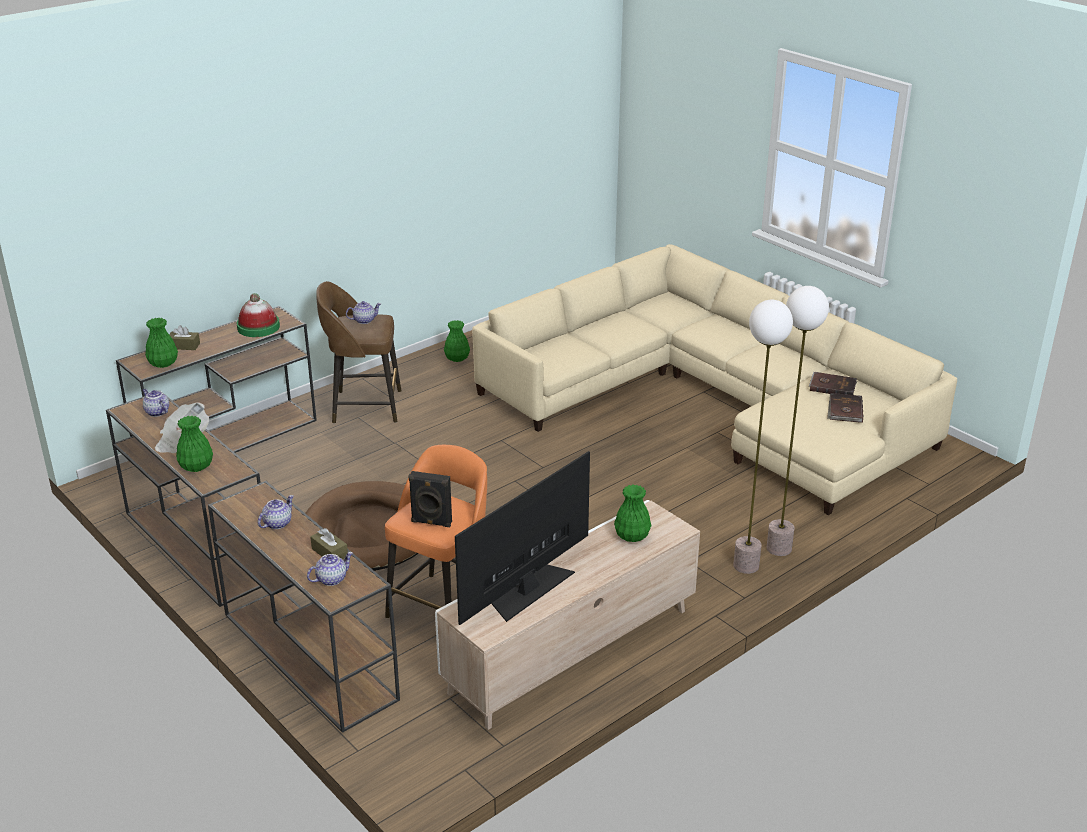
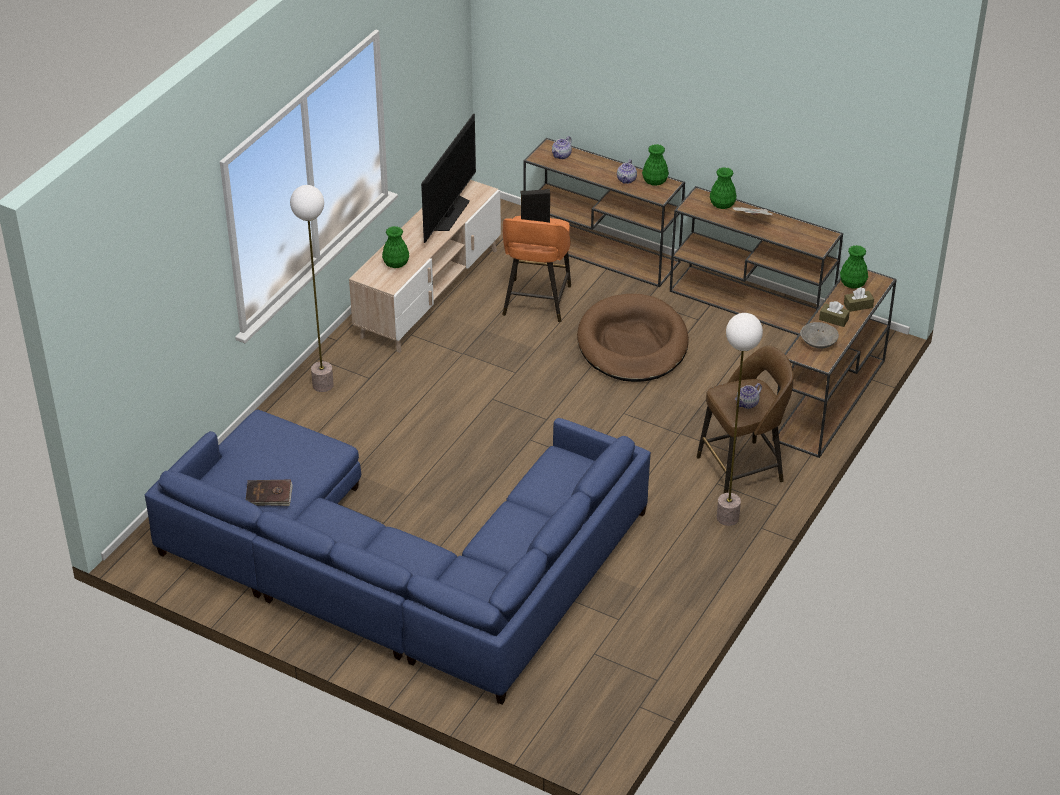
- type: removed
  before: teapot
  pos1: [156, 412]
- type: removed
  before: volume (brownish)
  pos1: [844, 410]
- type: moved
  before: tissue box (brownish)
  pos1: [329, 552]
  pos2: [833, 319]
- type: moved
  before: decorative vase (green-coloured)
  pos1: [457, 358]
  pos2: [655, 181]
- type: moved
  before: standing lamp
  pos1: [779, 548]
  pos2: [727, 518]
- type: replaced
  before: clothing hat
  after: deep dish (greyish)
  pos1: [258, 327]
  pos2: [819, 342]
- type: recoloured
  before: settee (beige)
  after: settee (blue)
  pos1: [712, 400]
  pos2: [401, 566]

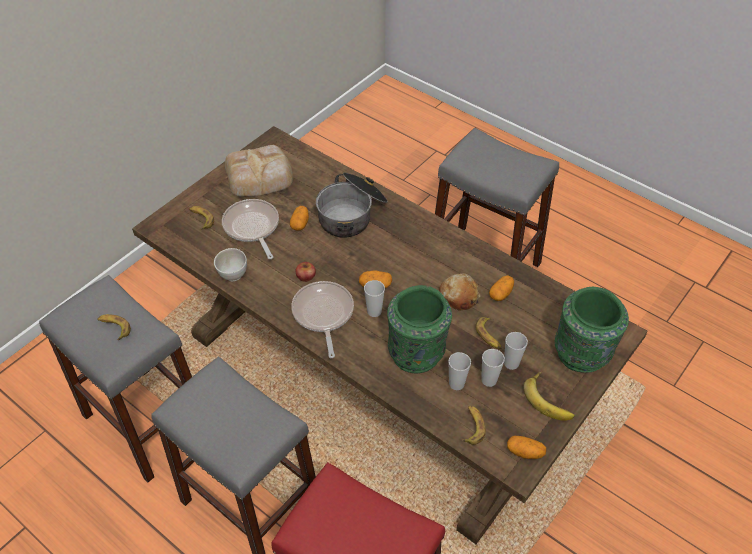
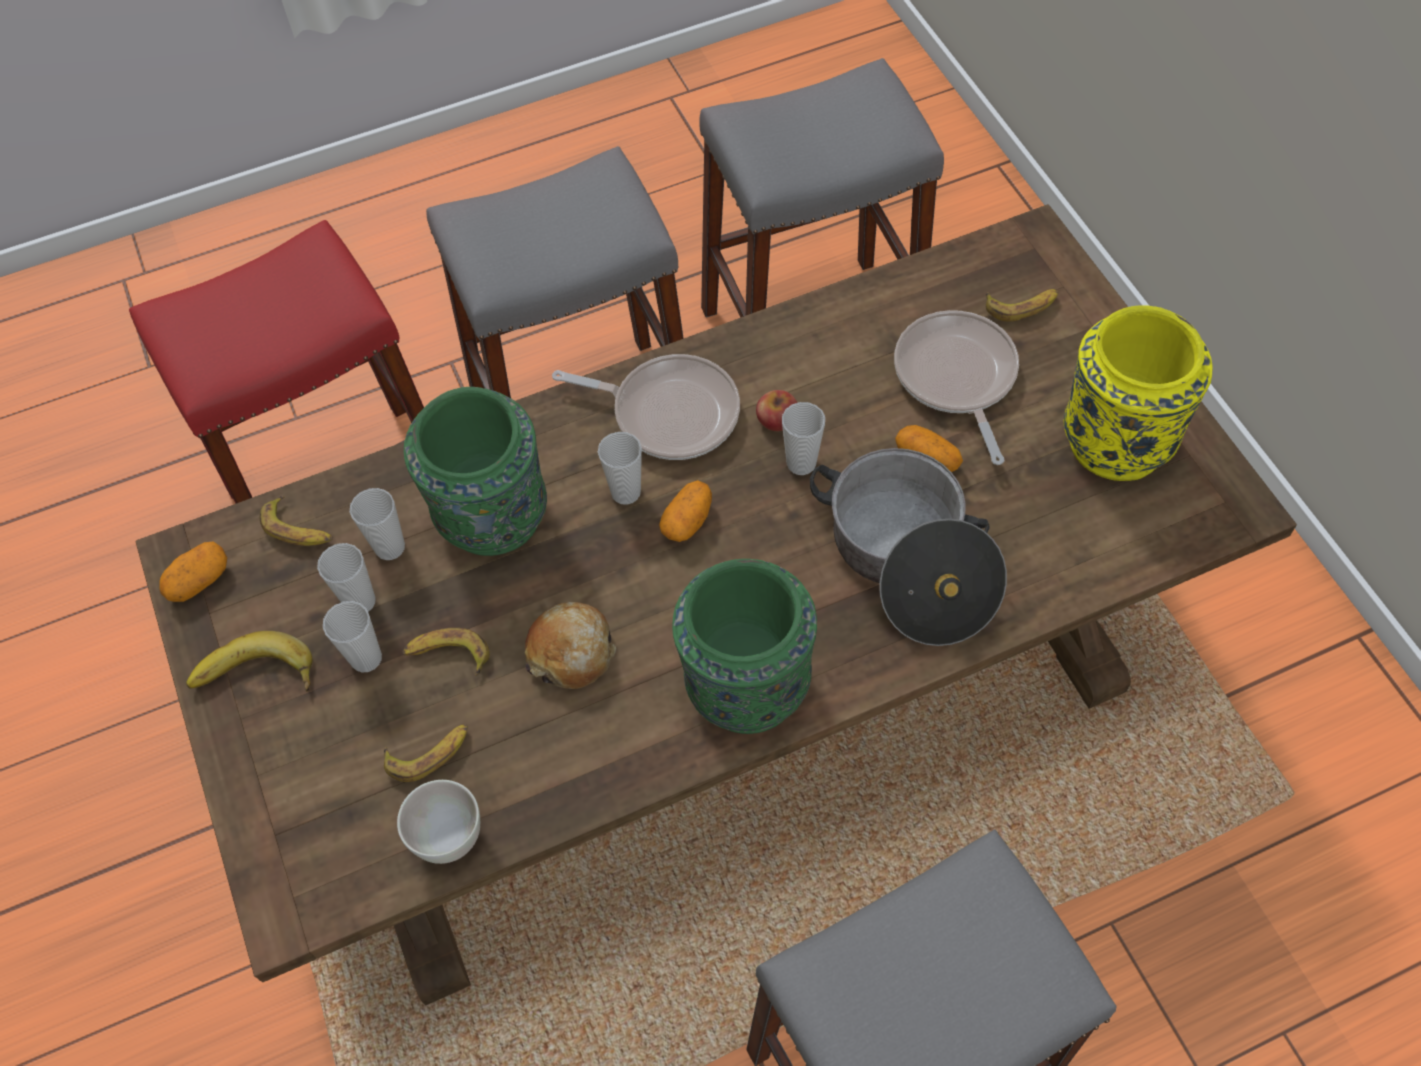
- type: removed
  before: spud
  pos1: [501, 293]
- type: added
  after: drinking cup
  pos2: [801, 463]
- type: moved
  before: banana
  pos1: [114, 328]
  pos2: [429, 753]
- type: moved
  before: deep dish (whitish)
  pos1: [233, 275]
  pos2: [448, 836]
- type: moved
  before: decorative vase (green-coloured)
  pos1: [582, 354]
  pos2: [745, 685]
- type: replaced
  before: bakery bread
  after: decorative vase (yellow)
  pos1: [260, 176]
  pos2: [1114, 440]
- type: turned
  before: skillet
  pos1: [252, 227]
  pos2: [956, 378]
  turn: -105

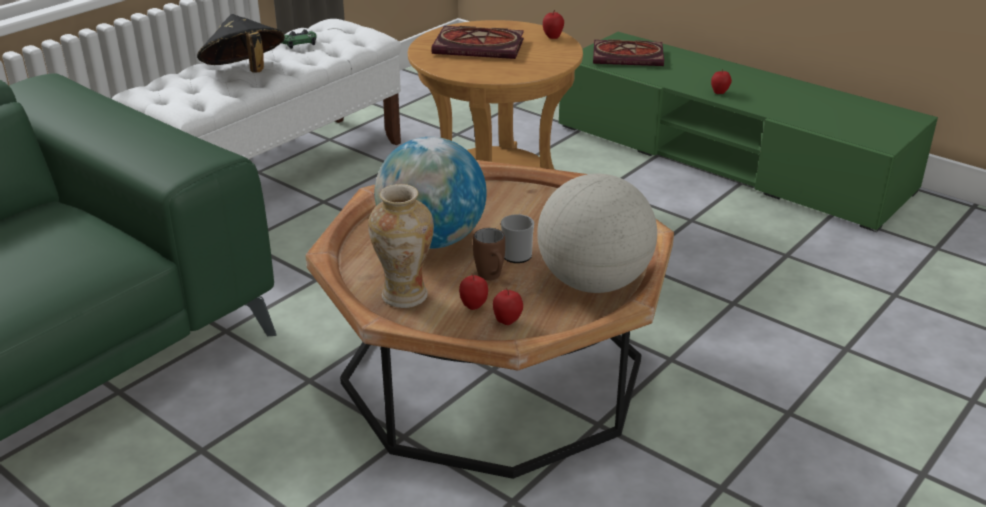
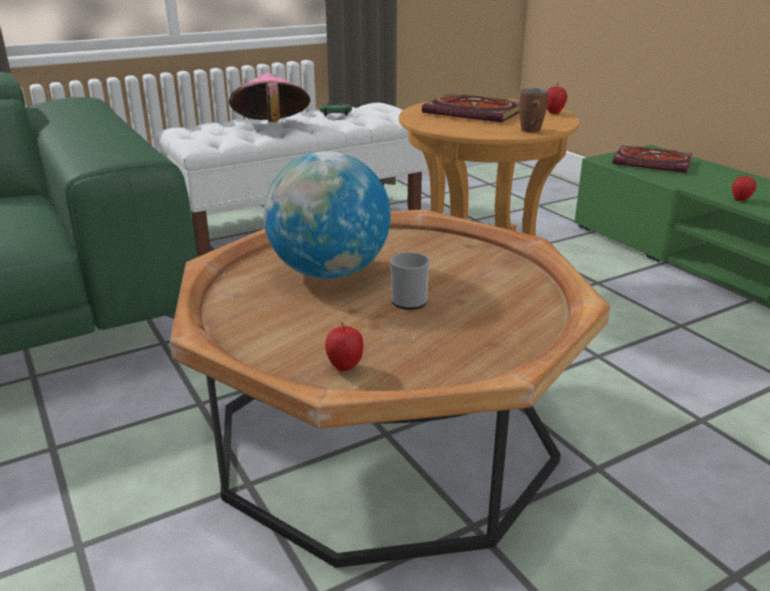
- type: removed
  before: decorative vase
  pos1: [404, 296]
- type: removed
  before: apple
  pos1: [473, 307]
- type: removed
  before: globe
  pos1: [594, 282]
- type: moved
  before: tea mug (brownish)
  pos1: [492, 278]
  pos2: [532, 132]
- type: recoloured
  before: clothing hat (black-coloured)
  after: clothing hat (pink-coloured)
  pos1: [244, 73]
  pos2: [271, 126]

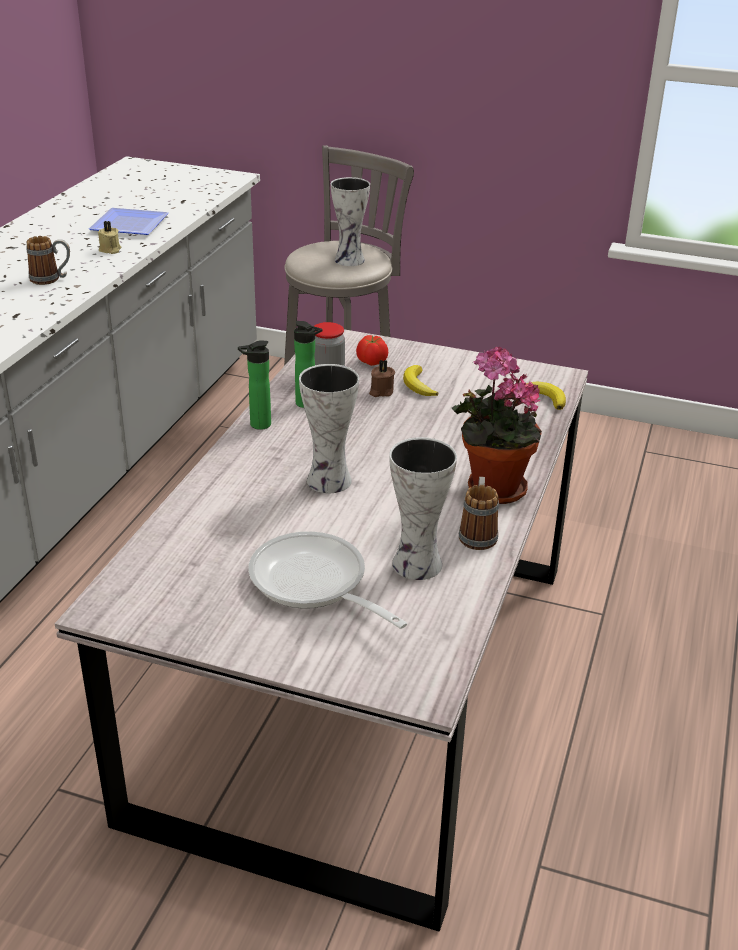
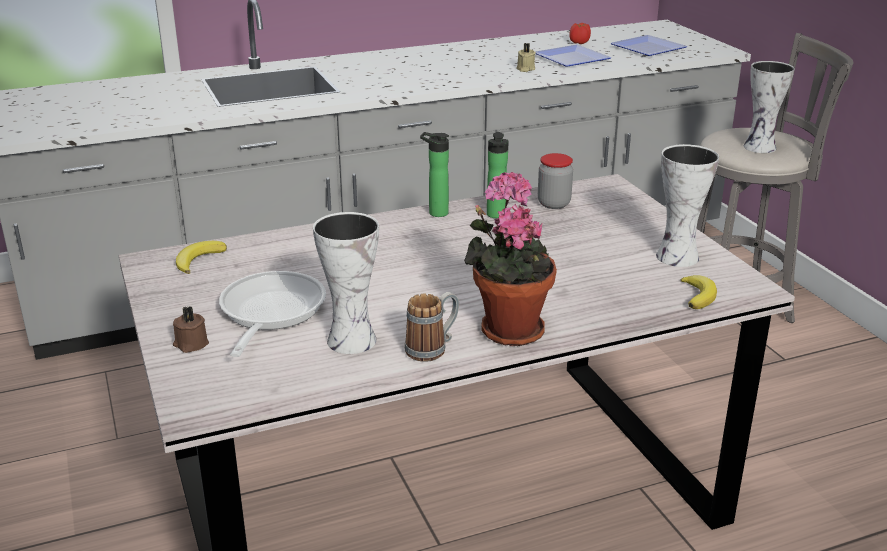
- type: removed
  before: tea mug
  pos1: [51, 279]
- type: added
  after: flat dish
  pos2: [645, 49]
- type: moved
  before: decorative vase
  pos1: [327, 481]
  pos2: [675, 256]
- type: moved
  before: fresh tomato
  pos1: [371, 362]
  pos2: [579, 42]
- type: moved
  before: candle (brownish)
  pos1: [380, 391]
  pos2: [190, 344]
- type: moved
  before: banana
  pos1: [418, 385]
  pos2: [198, 260]

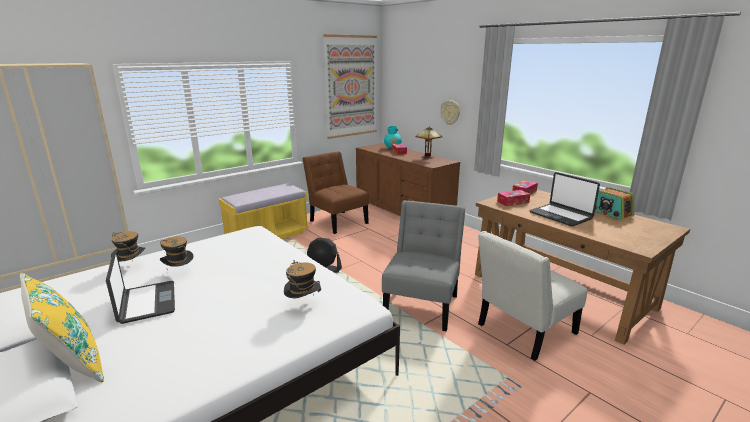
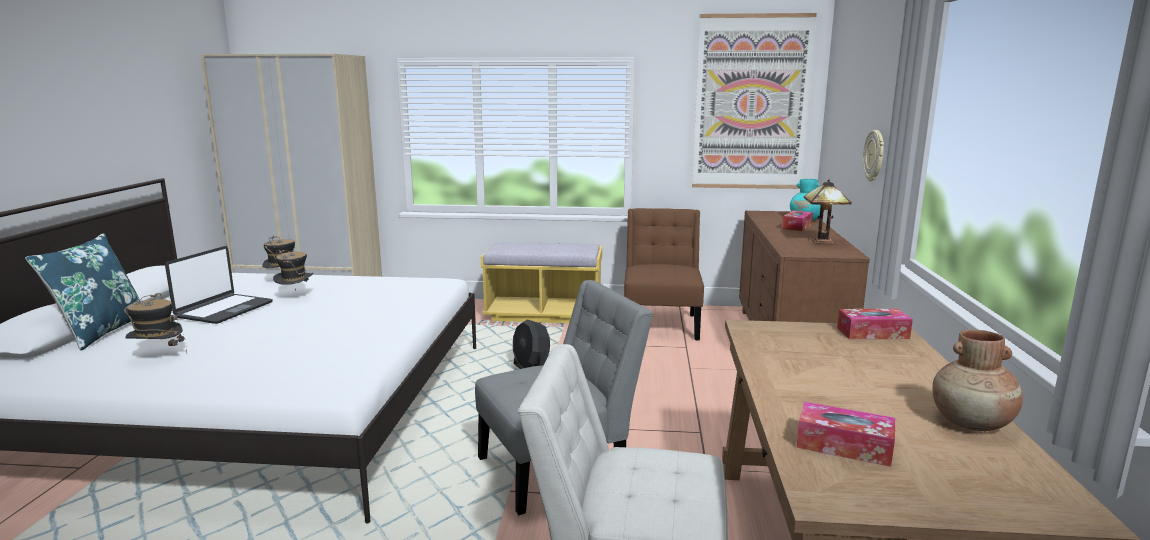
- type: removed
  before: laptop
  pos1: [561, 215]
- type: moved
  before: clothing hat
  pos1: [303, 305]
  pos2: [158, 357]
- type: moved
  before: tissue box
  pos1: [513, 202]
  pos2: [844, 446]
- type: replaced
  before: radio receiver
  after: decorative vase (brownish)
  pos1: [610, 213]
  pos2: [972, 423]
- type: recoloured
  before: cushion (yellow)
  after: cushion (blue)
  pos1: [72, 364]
  pos2: [101, 331]

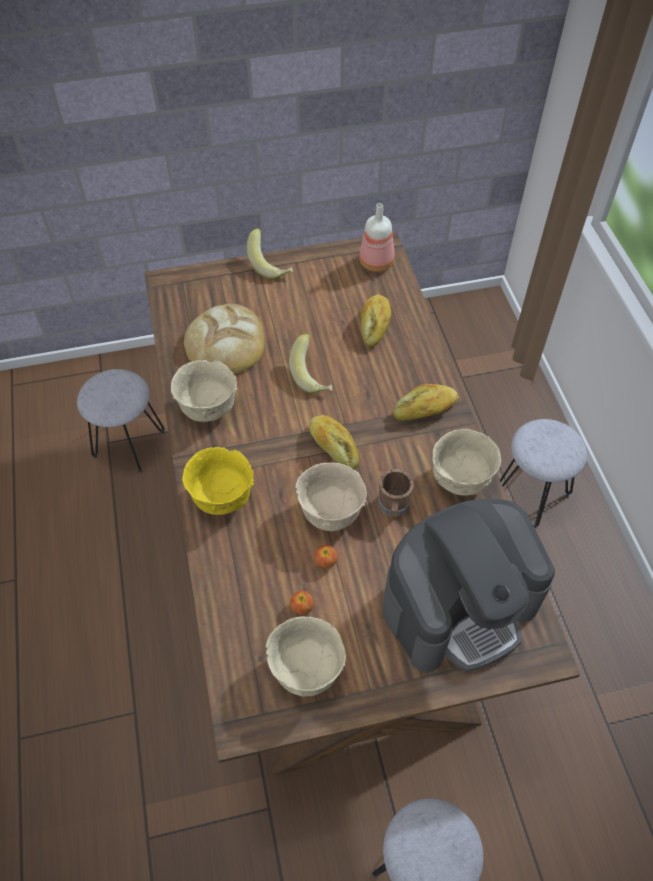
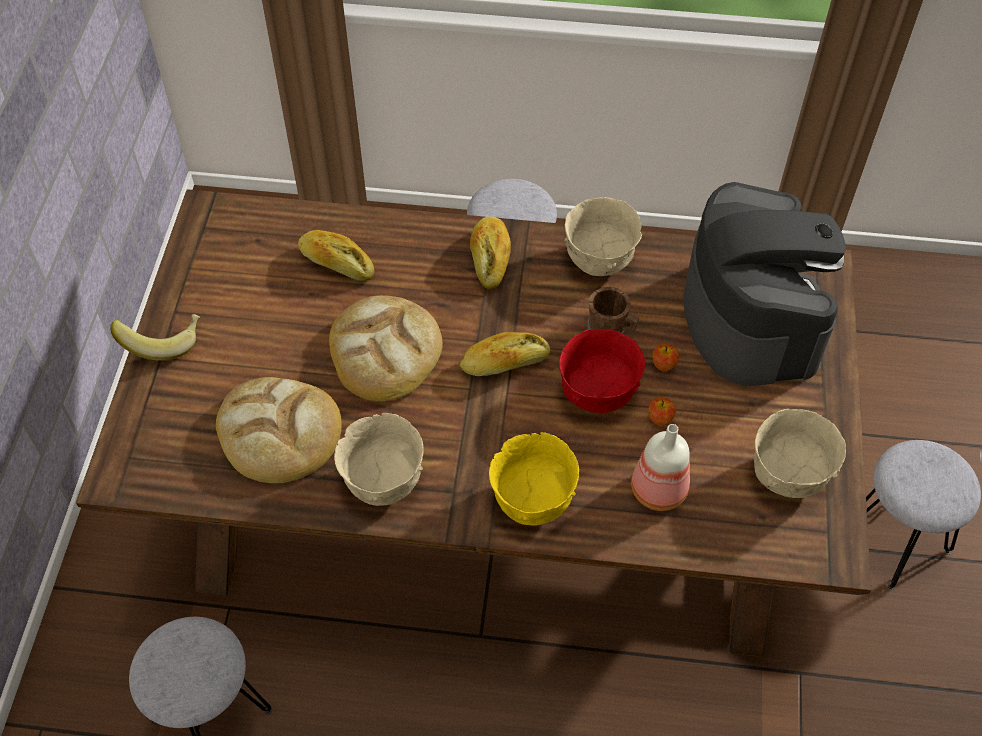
- type: moved
  before: apple
  pos1: [302, 607]
  pos2: [663, 364]
- type: moved
  before: drink bottle
  pos1: [377, 262]
  pos2: [657, 488]
- type: replaced
  before: banana
  after: bakery bread
  pos1: [313, 375]
  pos2: [385, 351]
- type: recoloured
  before: deep dish (beige)
  after: deep dish (red)
  pos1: [331, 513]
  pos2: [597, 394]

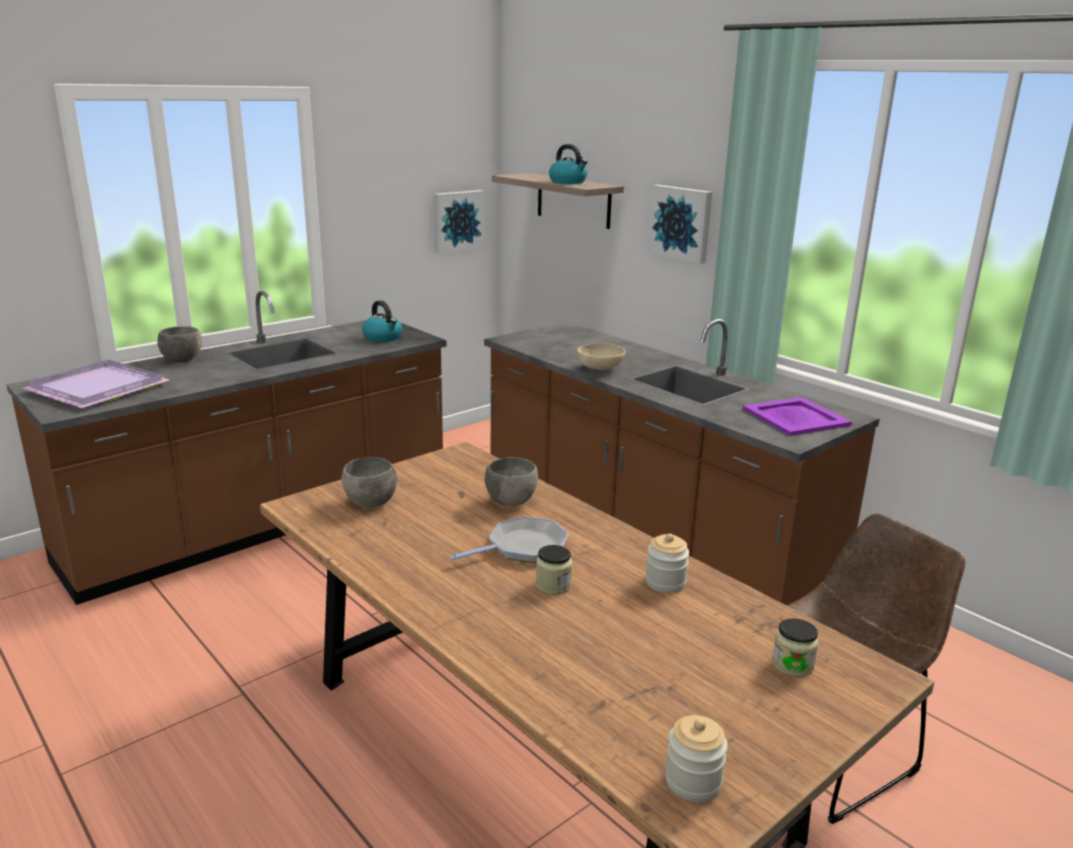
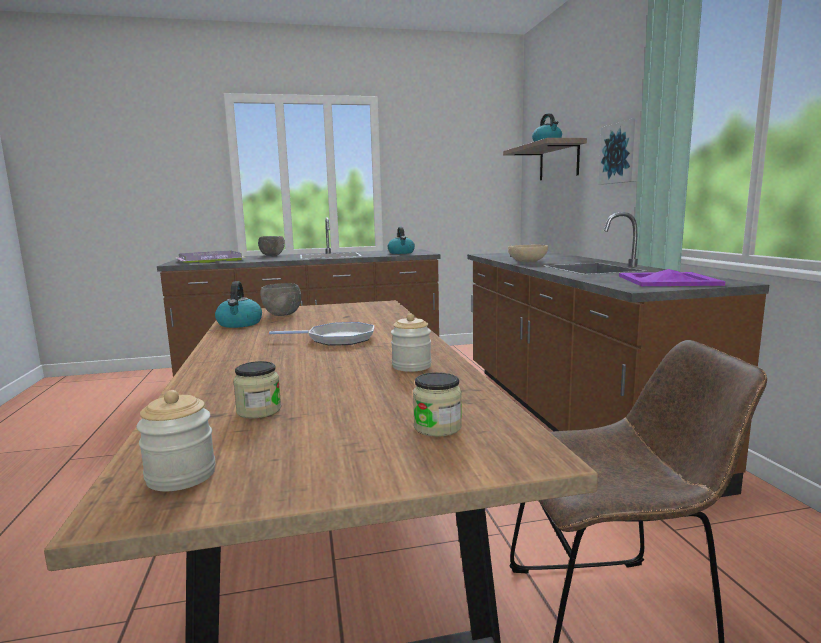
- type: removed
  before: wall art
  pos1: [457, 221]
- type: removed
  before: deep dish (greyish)
  pos1: [511, 502]
- type: added
  after: tea kettle
  pos2: [240, 324]
- type: moved
  before: preserve jar
  pos1: [553, 585]
  pos2: [259, 410]

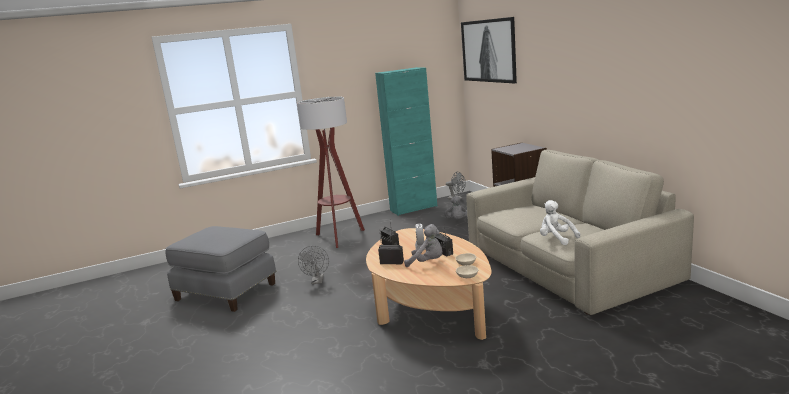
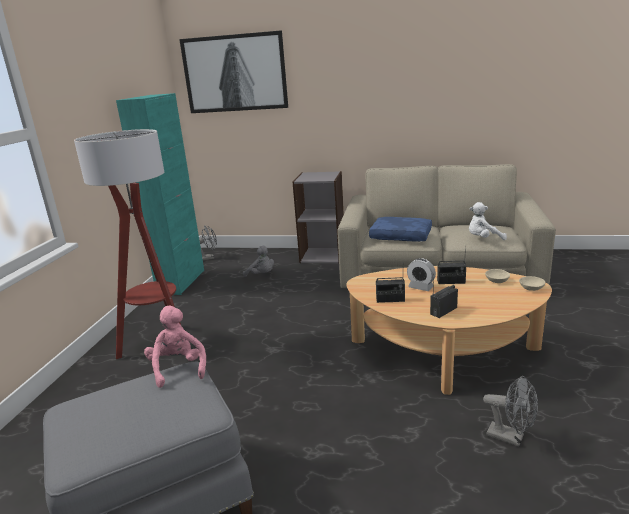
- type: removed
  before: plush toy (greyish)
  pos1: [427, 262]
- type: added
  after: plush toy (pink-coloured)
  pos2: [178, 368]
- type: added
  after: cushion (blue)
  pos2: [401, 236]
- type: moved
  before: cooling fan (greyish)
  pos1: [317, 281]
  pos2: [511, 437]

